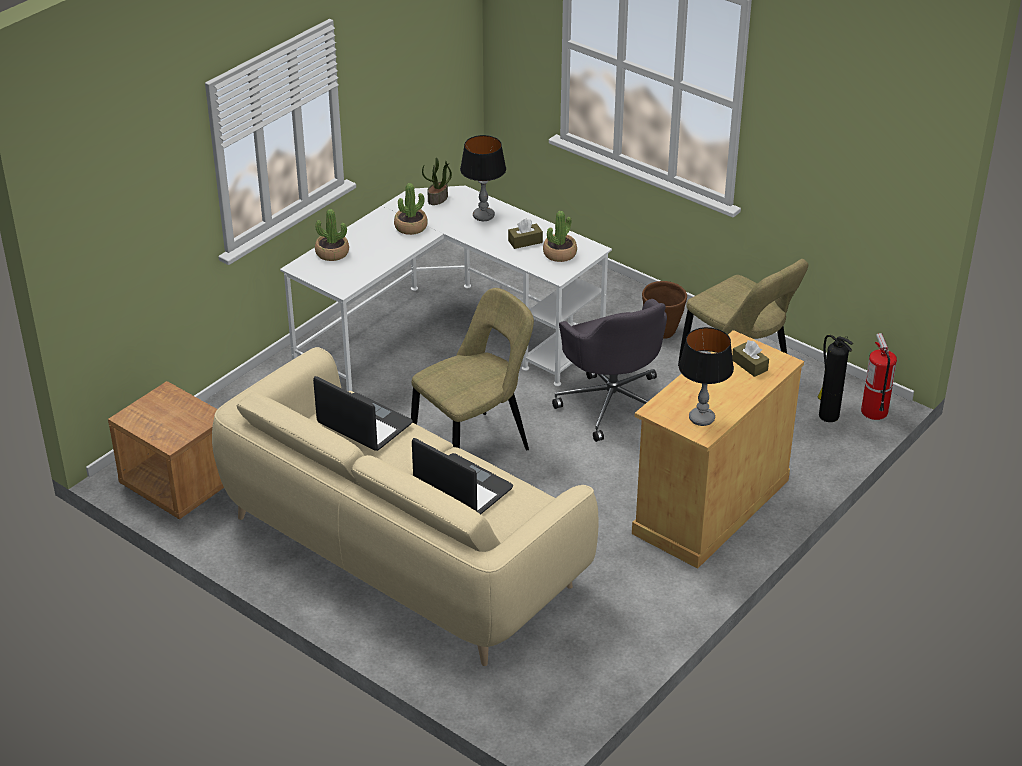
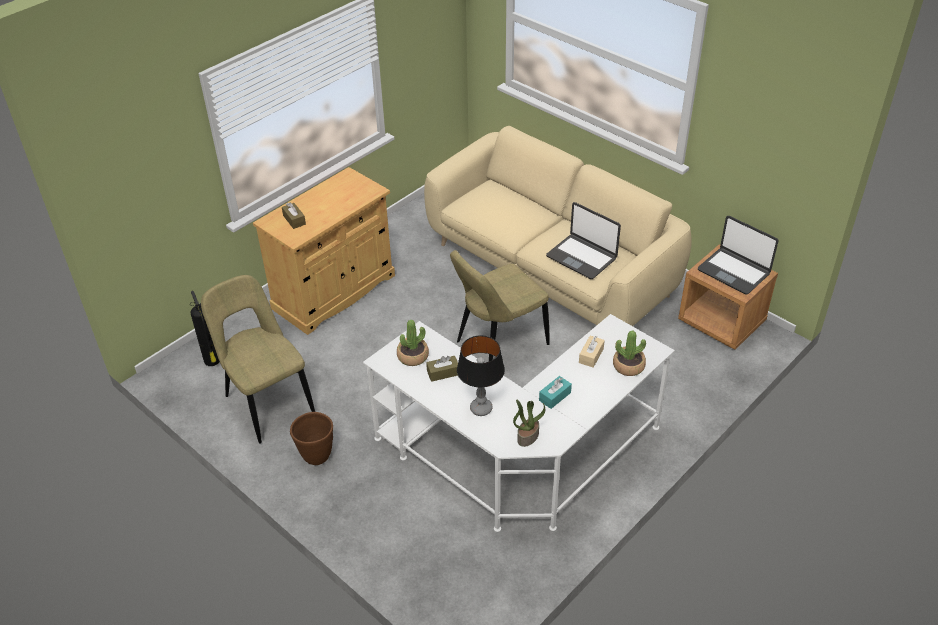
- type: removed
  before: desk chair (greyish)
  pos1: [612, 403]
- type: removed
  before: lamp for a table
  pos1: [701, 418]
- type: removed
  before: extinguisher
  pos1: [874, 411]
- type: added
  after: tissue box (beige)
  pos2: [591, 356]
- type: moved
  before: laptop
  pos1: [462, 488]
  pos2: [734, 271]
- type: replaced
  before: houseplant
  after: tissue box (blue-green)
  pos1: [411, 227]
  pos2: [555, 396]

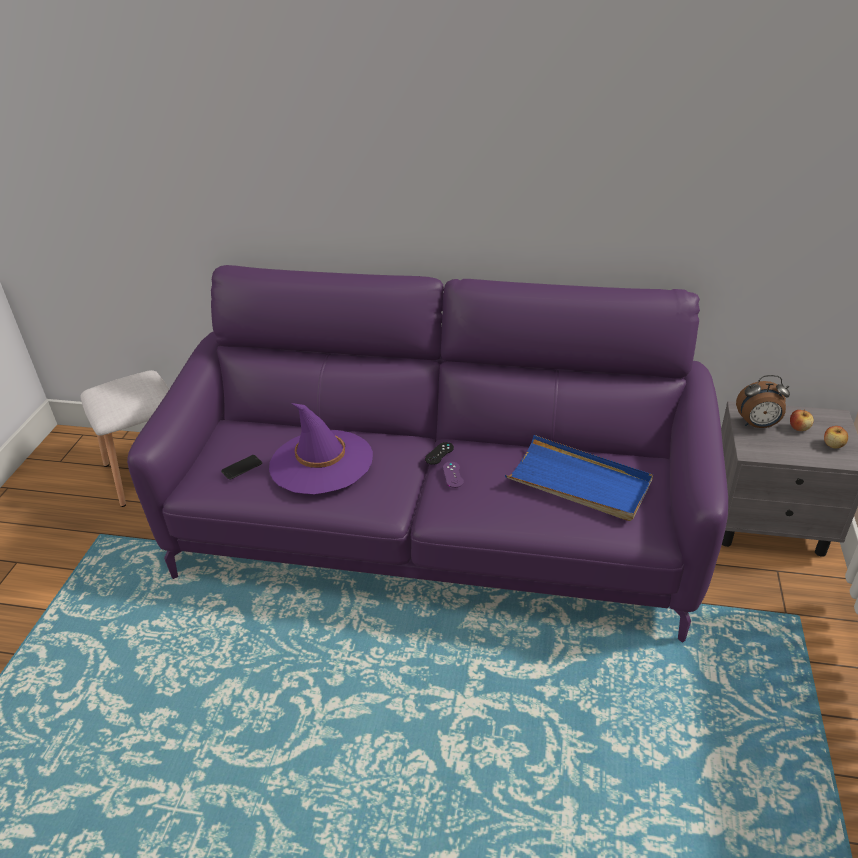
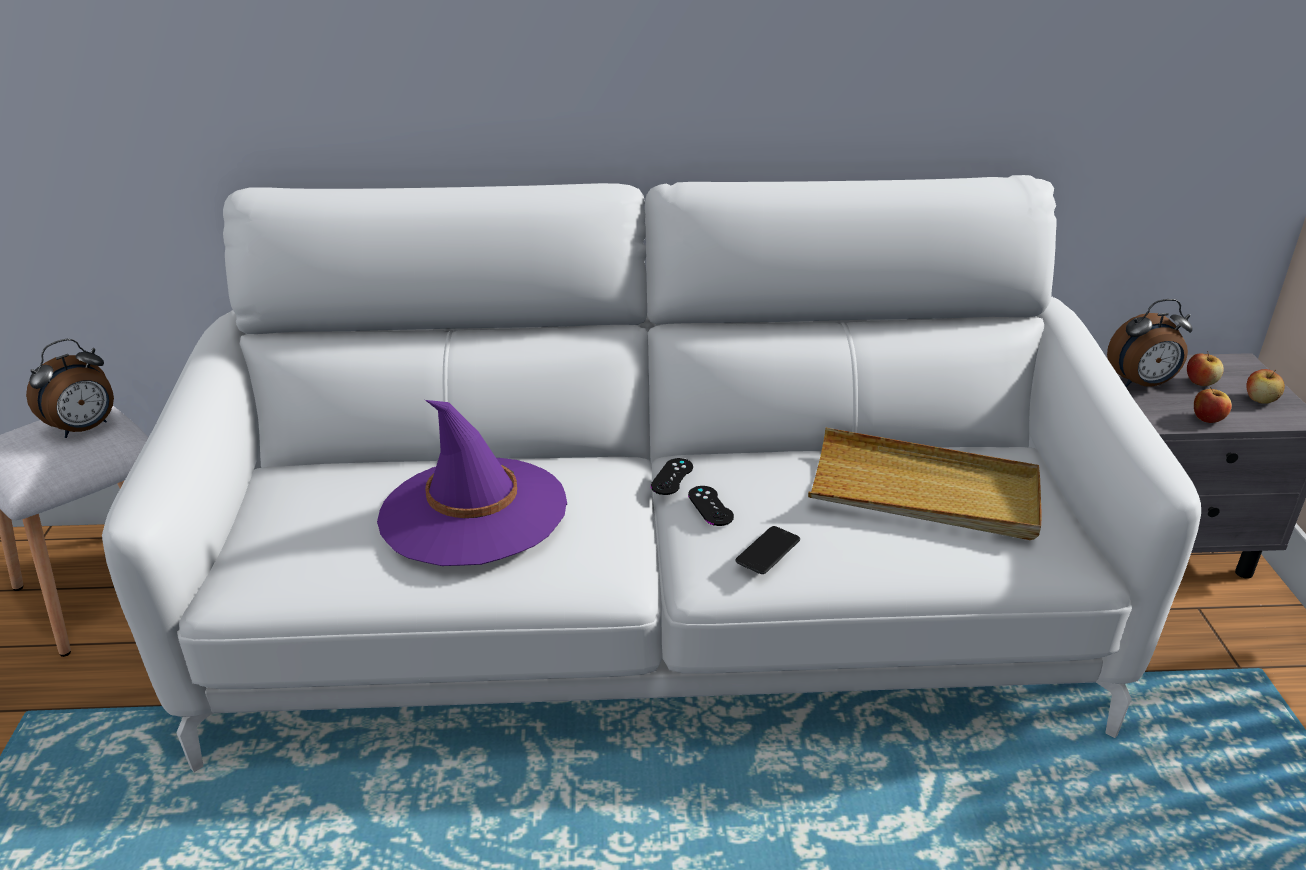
- type: added
  after: alarm clock
  pos2: [85, 429]
- type: added
  after: apple
  pos2: [1207, 419]
- type: moved
  before: phone
  pos1: [242, 467]
  pos2: [768, 551]
- type: recoloured
  before: settee (purple-coloured)
  after: settee (whitish)
  pos1: [434, 533]
  pos2: [654, 624]
- type: recoloured
  before: gamepad (purple-coloured)
  after: gamepad (black-coloured)
  pos1: [453, 475]
  pos2: [710, 506]
- type: recoloured
  before: serving tray (blue)
  after: serving tray (beige)
  pos1: [579, 482]
  pos2: [924, 492]

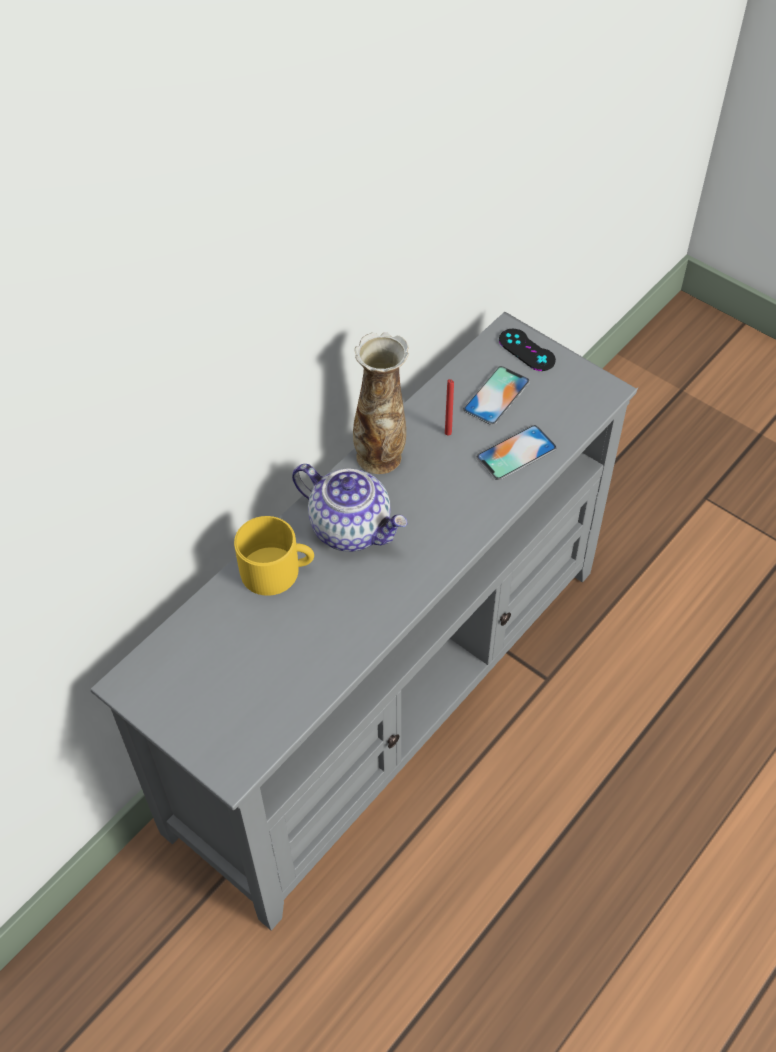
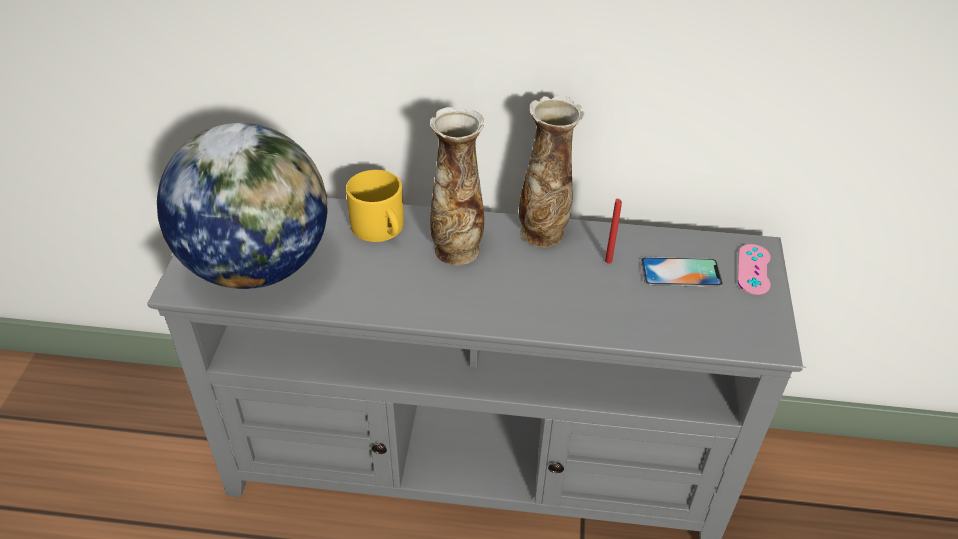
- type: removed
  before: phone
  pos1: [516, 453]
- type: added
  after: globe
  pos2: [257, 265]
- type: replaced
  before: teapot
  after: decorative vase
  pos1: [352, 527]
  pos2: [457, 249]
- type: recoloured
  before: gamepad (black-coloured)
  after: gamepad (pink-coloured)
  pos1: [526, 350]
  pos2: [753, 269]

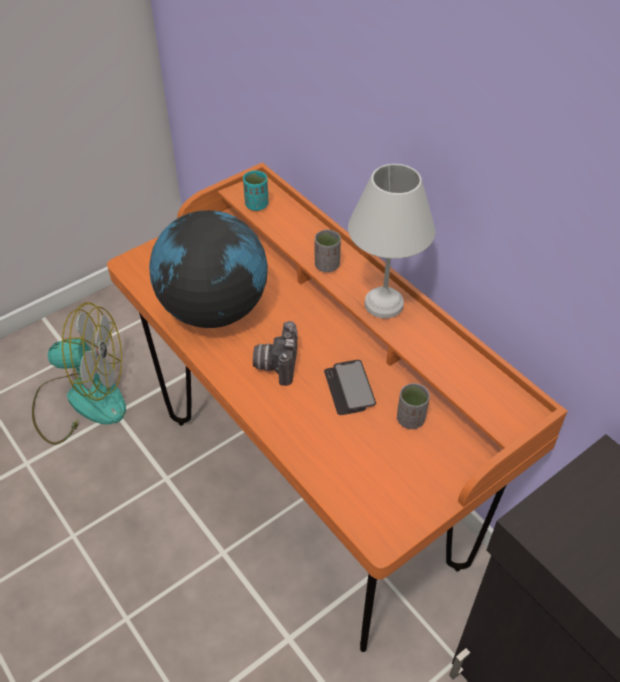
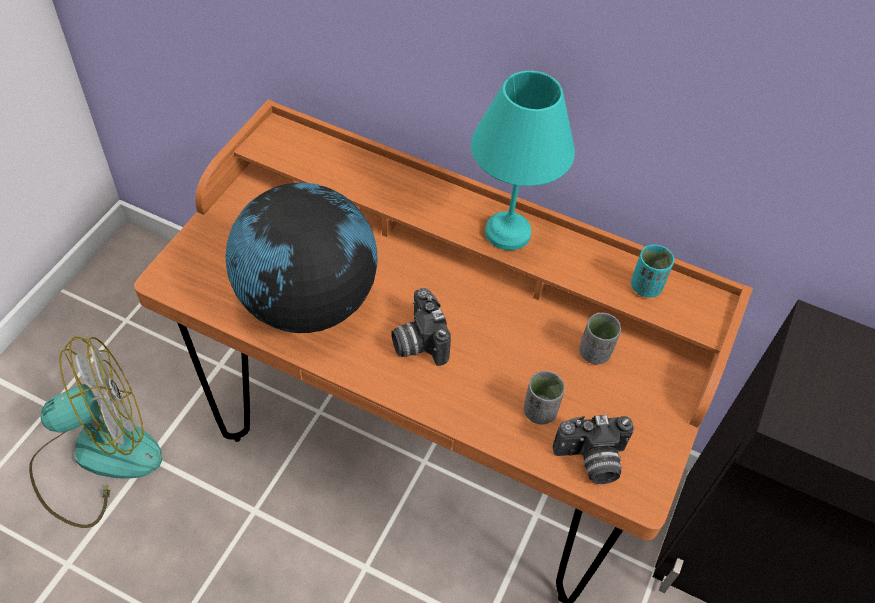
- type: removed
  before: phone
  pos1: [349, 388]
- type: added
  after: still camera
  pos2: [591, 461]
- type: moved
  before: drinking cup (blue-green)
  pos1: [256, 205]
  pos2: [645, 286]
- type: moved
  before: drinking cup (greyish)
  pos1: [327, 265]
  pos2: [539, 411]
- type: recoloured
  before: lamp for a table (whitish)
  after: lamp for a table (blue-green)
  pos1: [383, 302]
  pos2: [506, 231]

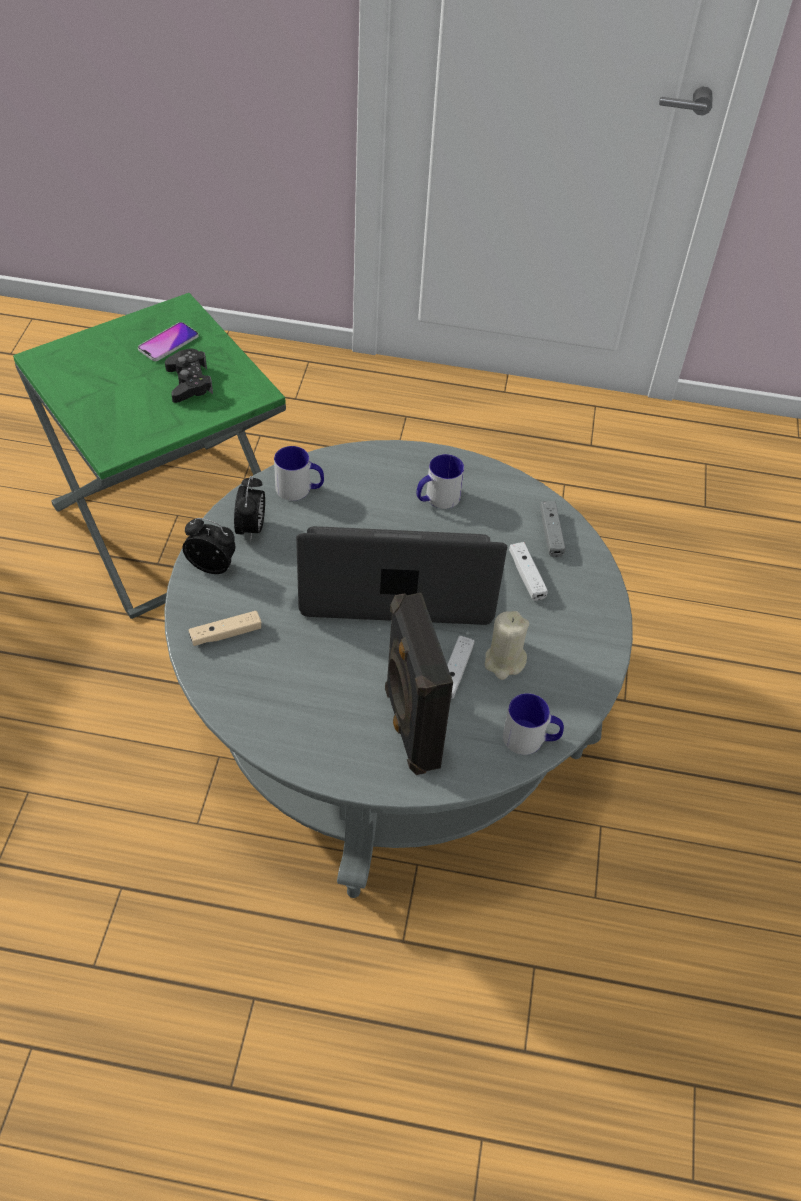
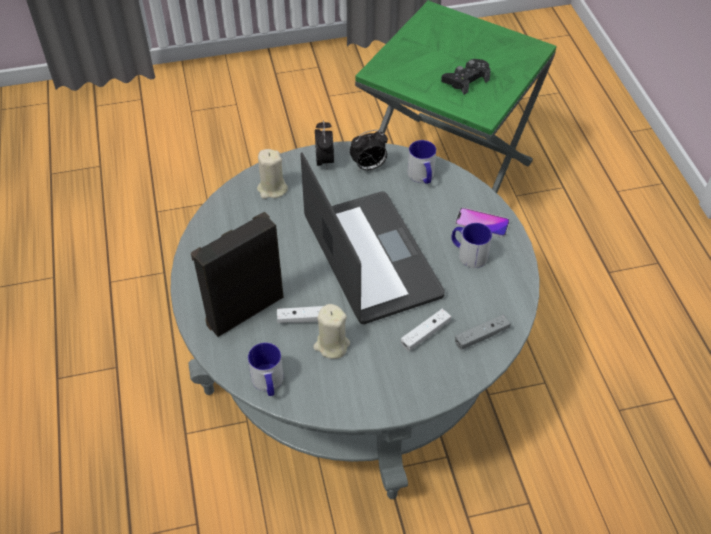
- type: moved
  before: phone
  pos1: [168, 343]
  pos2: [482, 223]
- type: replaced
  before: gamepad (beige)
  after: candle (beige)
  pos1: [226, 634]
  pos2: [272, 189]

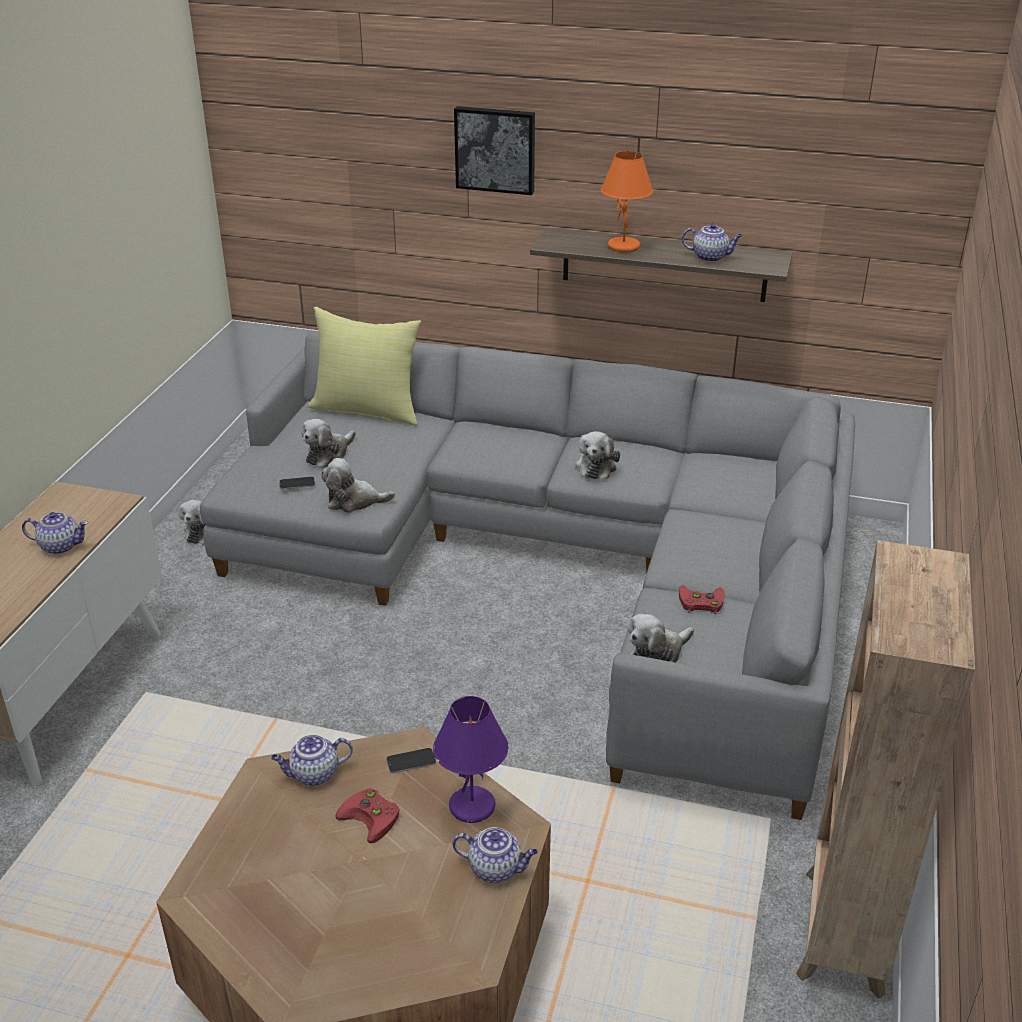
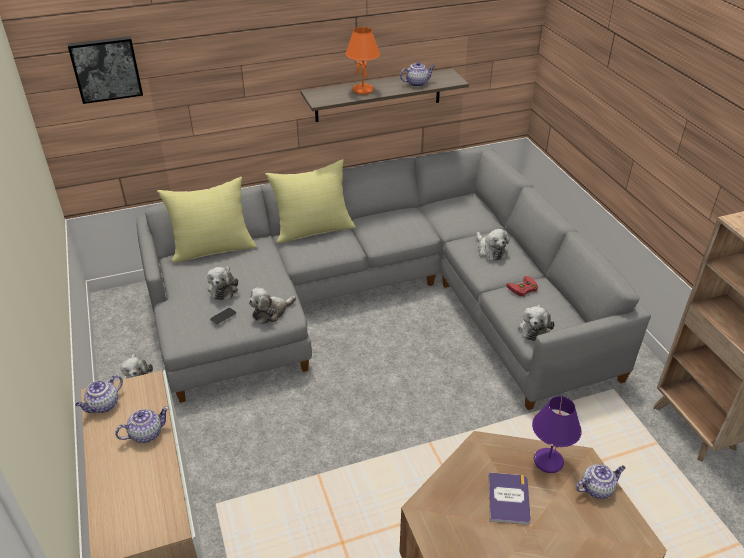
- type: removed
  before: phone
  pos1: [411, 761]
- type: added
  after: cushion (yellow)
  pos2: [313, 229]
- type: moved
  before: teapot
  pos1: [313, 774]
  pos2: [103, 405]
- type: moved
  before: wall art
  pos1: [495, 149]
  pos2: [106, 69]
- type: moved
  before: plush toy
  pos1: [596, 466]
  pos2: [490, 250]
- type: replaced
  before: gamepad (red)
  after: volume
  pos1: [373, 817]
  pos2: [508, 498]

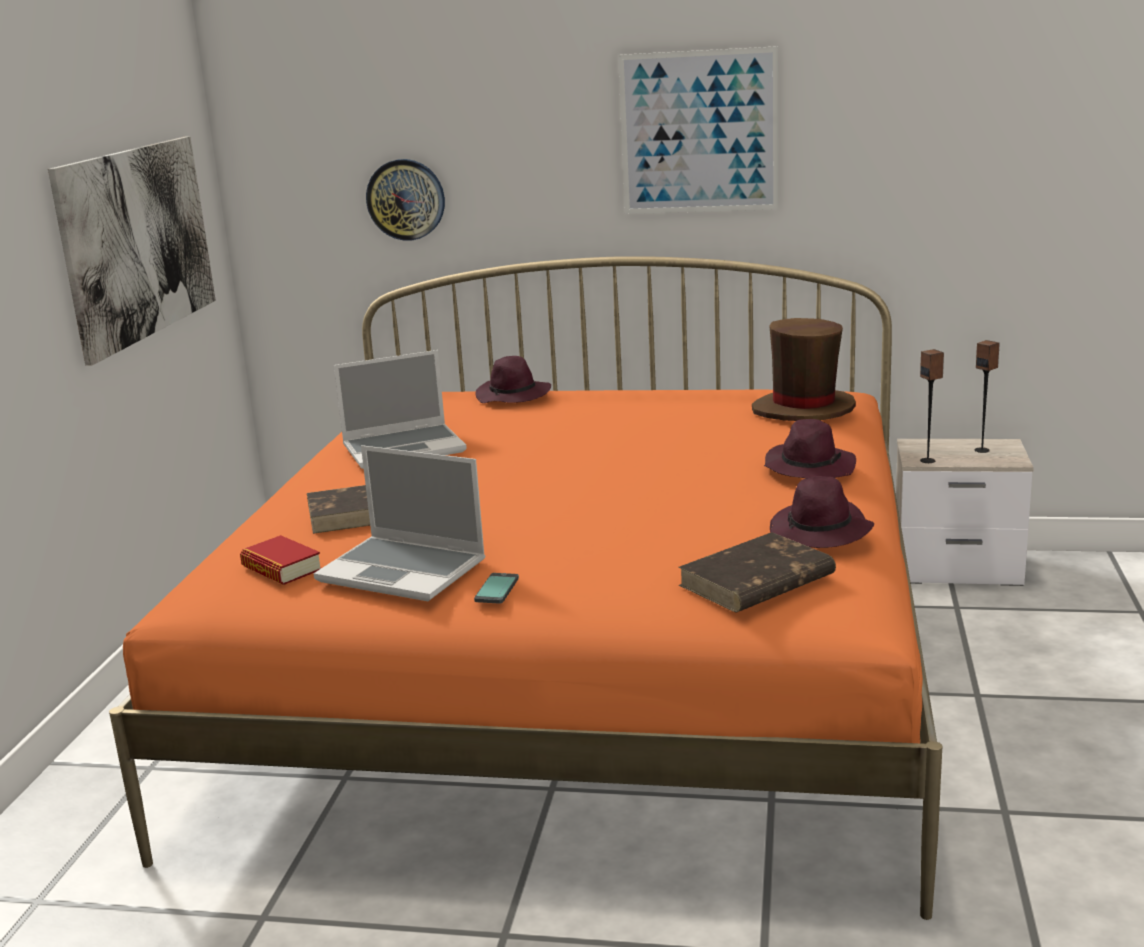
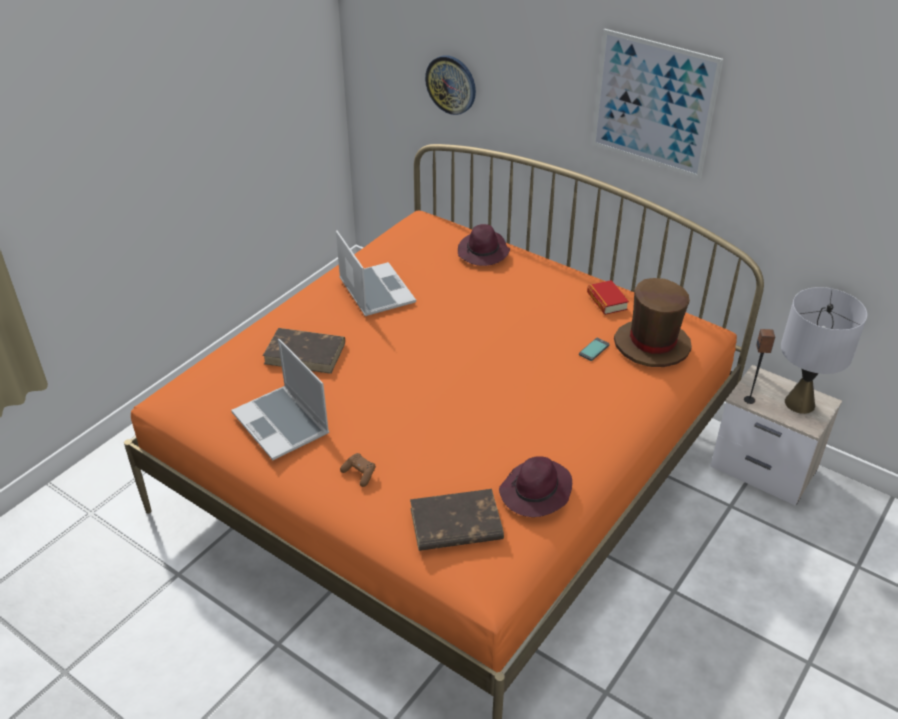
- type: removed
  before: wall art
  pos1: [138, 242]
- type: removed
  before: clothing hat (purple-coloured)
  pos1: [808, 468]
- type: added
  after: gamepad (brownish)
  pos2: [359, 474]
- type: moved
  before: volume
  pos1: [281, 568]
  pos2: [606, 301]
- type: moved
  before: phone
  pos1: [496, 589]
  pos2: [593, 350]
- type: replaced
  before: audio speaker
  after: lamp for a table (greyish)
  pos1: [982, 450]
  pos2: [800, 403]
- type: turned
  before: laptop
  pos1: [405, 448]
  pos2: [375, 291]
  turn: -120

